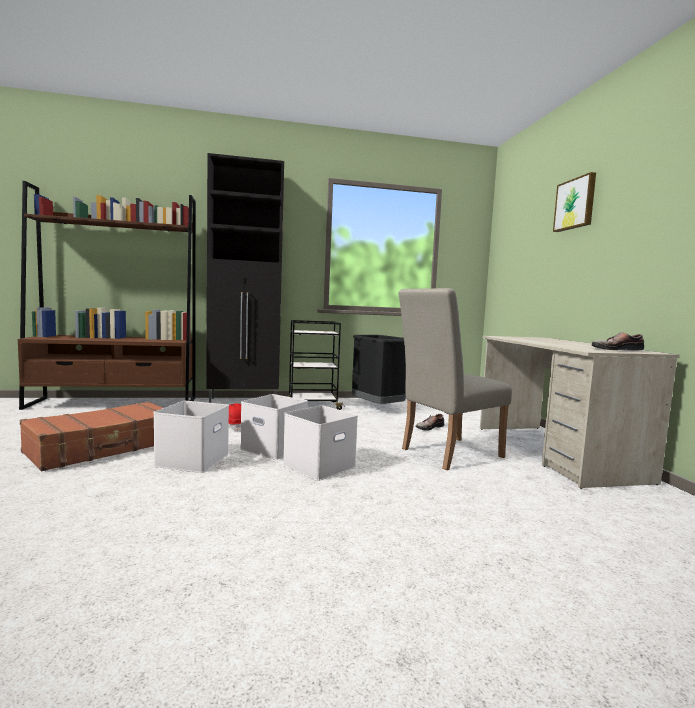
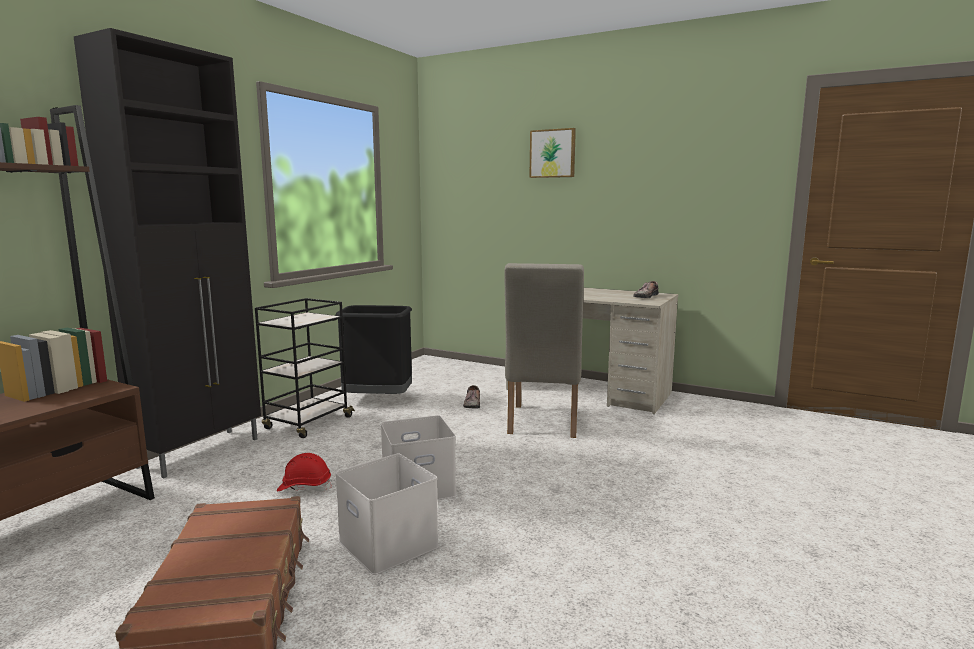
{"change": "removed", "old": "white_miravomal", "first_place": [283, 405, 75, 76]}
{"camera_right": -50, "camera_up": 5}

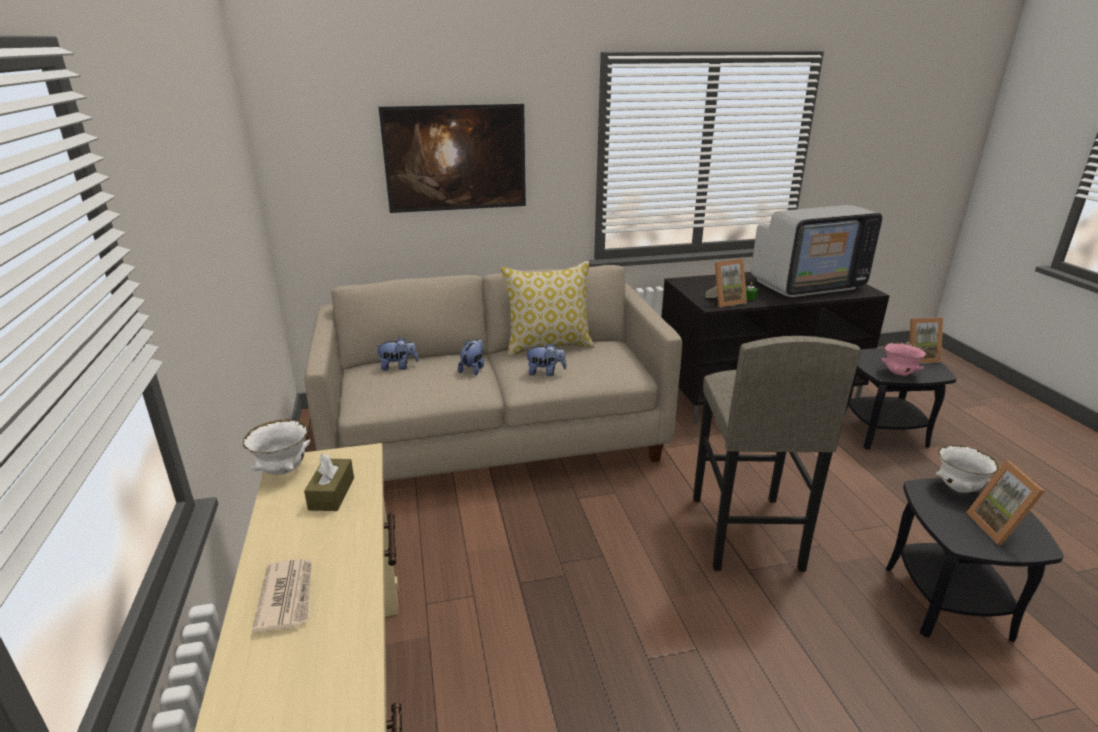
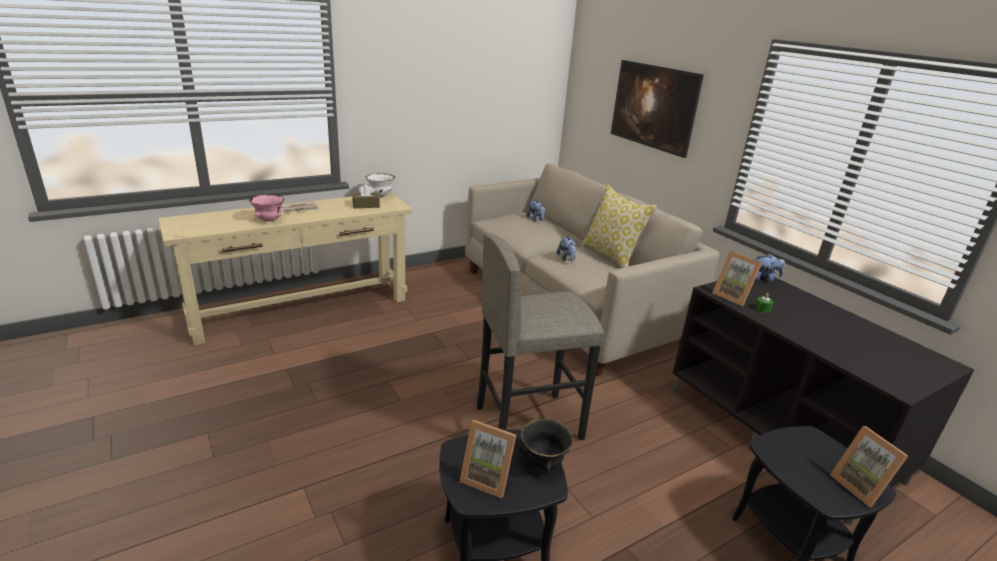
{"change": "moved", "old": "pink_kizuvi", "first_place": [881, 343, 46, 33], "second_place": [249, 194, 35, 28]}
{"change": "turned", "old": "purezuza", "first_place": [966, 460, 79, 85], "second_place": [459, 420, 57, 79], "degrees": -135}
{"change": "recoloured", "old": "white_kizuvi", "new": "black_kizuvi", "first_place": [936, 445, 65, 48], "second_place": [518, 419, 55, 53]}
{"change": "moved", "old": "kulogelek", "first_place": [458, 339, 26, 37], "second_place": [751, 253, 34, 30]}
{"change": "removed", "old": "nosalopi", "first_place": [751, 205, 131, 92]}
{"camera_right": 70, "camera_up": 0}

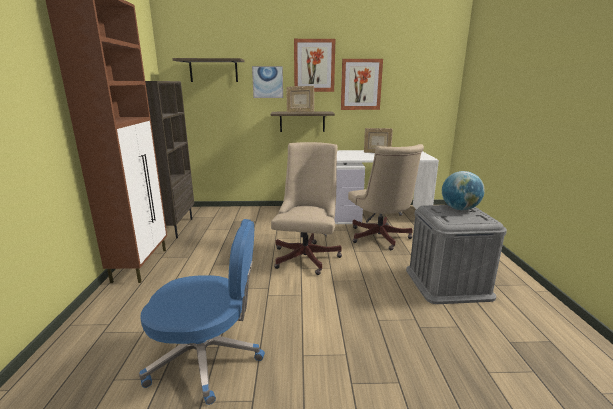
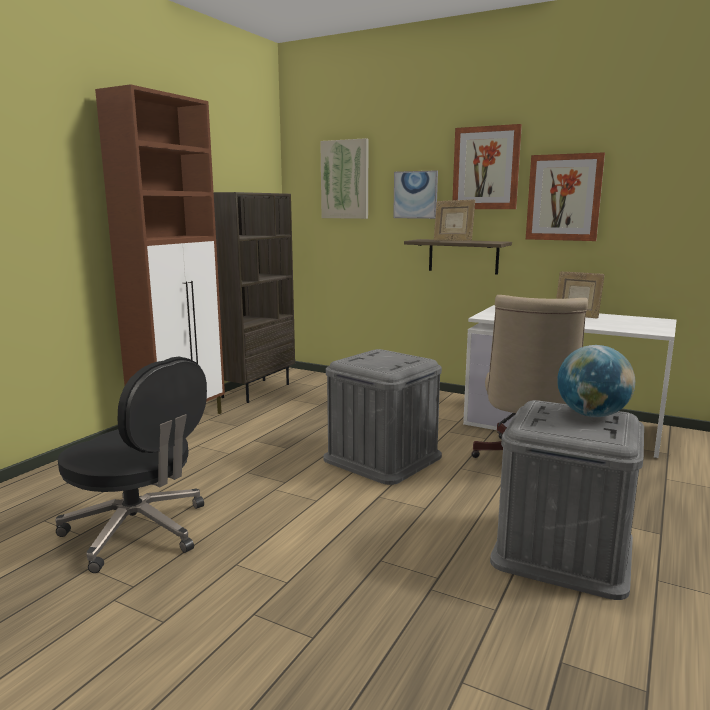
{"change": "recoloured", "old": "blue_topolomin", "new": "black_topolomin", "first_place": [139, 219, 126, 186], "second_place": [55, 357, 152, 216]}
{"change": "replaced", "old": "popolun", "new": "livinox", "first_place": [172, 58, 73, 24], "second_place": [320, 138, 49, 81]}
{"change": "replaced", "old": "beige_topolomin", "new": "grey_miravomal", "first_place": [271, 142, 71, 133], "second_place": [323, 349, 119, 136]}
{"camera_right": 30, "camera_up": -5}

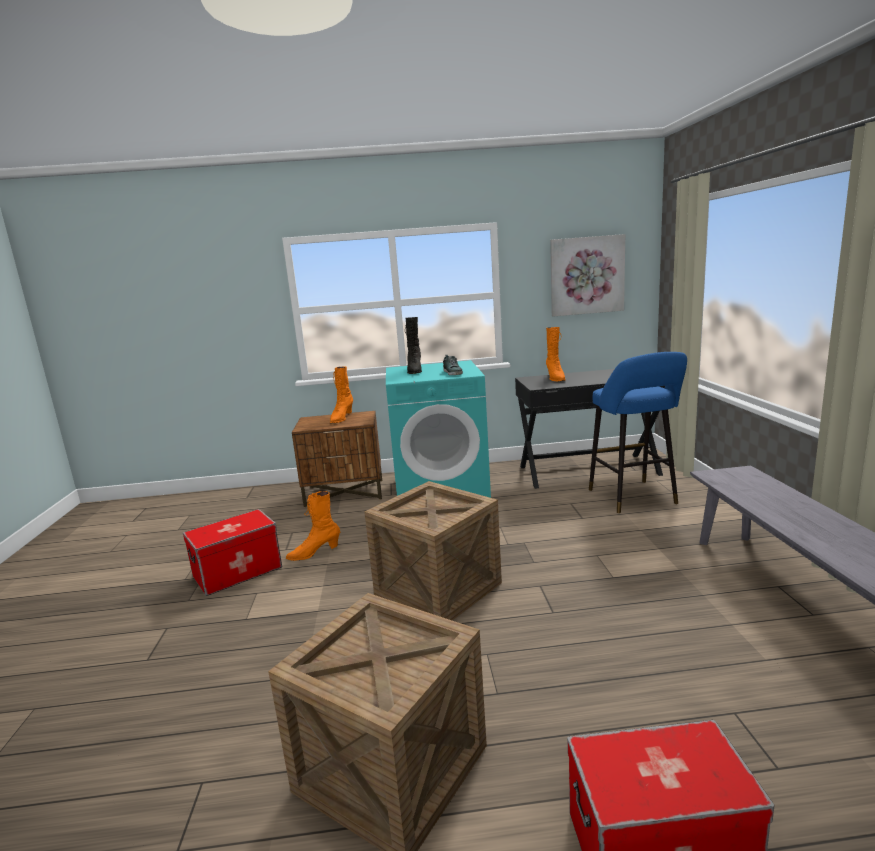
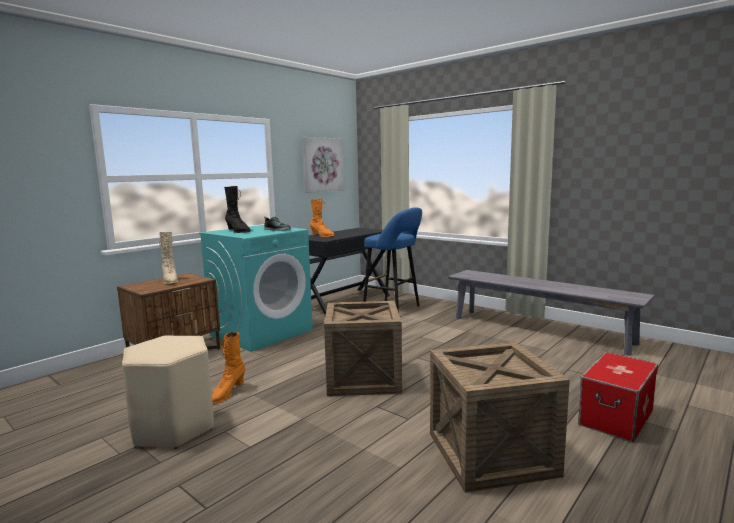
{"change": "replaced", "old": "miravomal", "new": "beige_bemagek", "first_place": [183, 509, 99, 87], "second_place": [122, 335, 92, 114]}
{"change": "recoloured", "old": "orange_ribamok", "new": "beige_ribamok", "first_place": [330, 367, 23, 56], "second_place": [159, 232, 19, 52]}
{"camera_right": -45, "camera_up": -5}

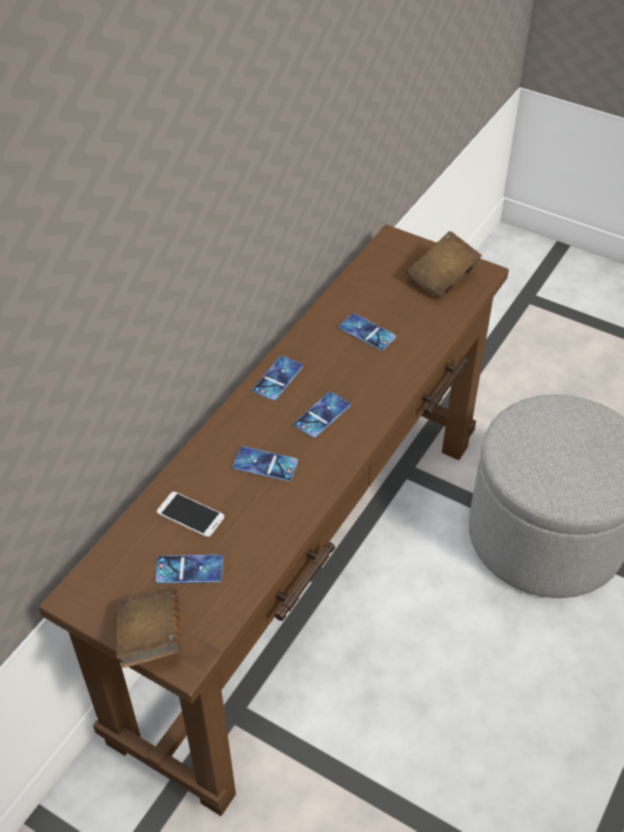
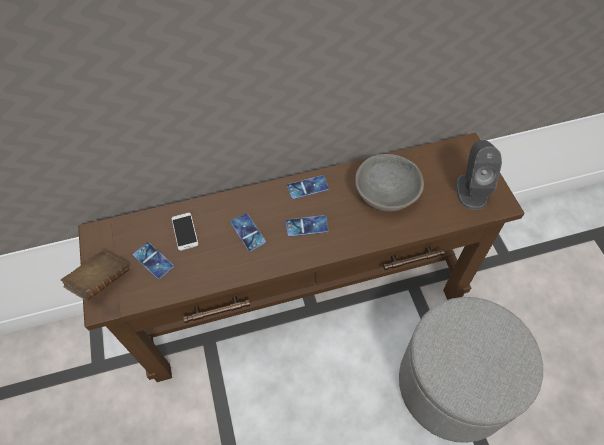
{"change": "replaced", "old": "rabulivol", "new": "grey_kizuvi", "first_place": [339, 313, 57, 38], "second_place": [355, 154, 69, 58]}
{"change": "replaced", "old": "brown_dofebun", "new": "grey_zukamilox", "first_place": [407, 231, 75, 68], "second_place": [456, 140, 46, 70]}
{"camera_right": 45, "camera_up": 10}

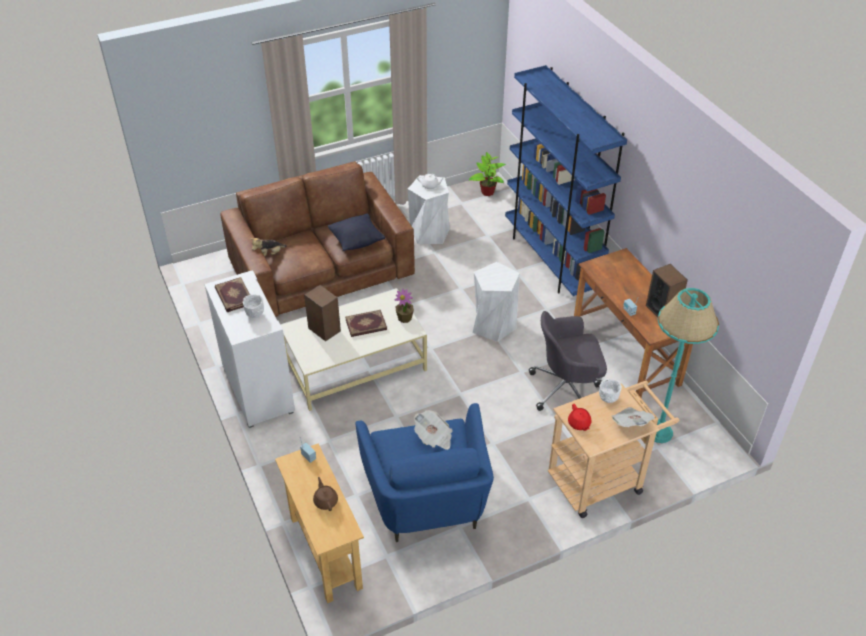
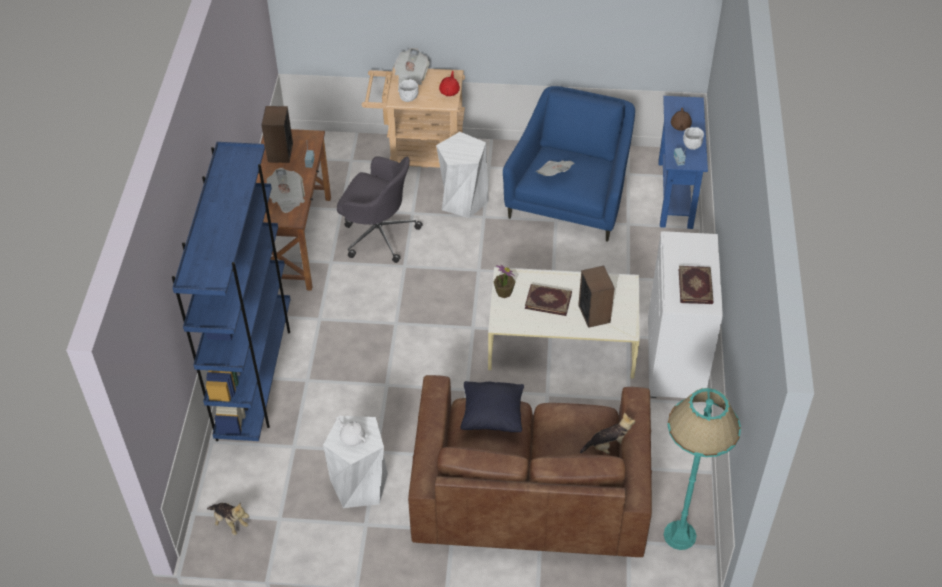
{"change": "replaced", "old": "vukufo", "new": "kulogelek", "first_place": [469, 152, 37, 44], "second_place": [207, 502, 42, 33]}
{"change": "added", "new": "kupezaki", "second_place": [267, 168, 38, 45]}
{"change": "moved", "old": "white_bemagek", "first_place": [472, 262, 48, 80], "second_place": [436, 132, 53, 86]}
{"change": "recoloured", "old": "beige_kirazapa", "new": "blue_kirazapa", "first_place": [275, 443, 89, 160], "second_place": [658, 96, 50, 133]}
{"change": "moved", "old": "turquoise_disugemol", "first_place": [654, 288, 65, 155], "second_place": [664, 388, 77, 162]}
{"change": "moved", "old": "white_kizuvi", "first_place": [243, 294, 21, 24], "second_place": [683, 127, 21, 23]}
{"camera_right": -150, "camera_up": 5}

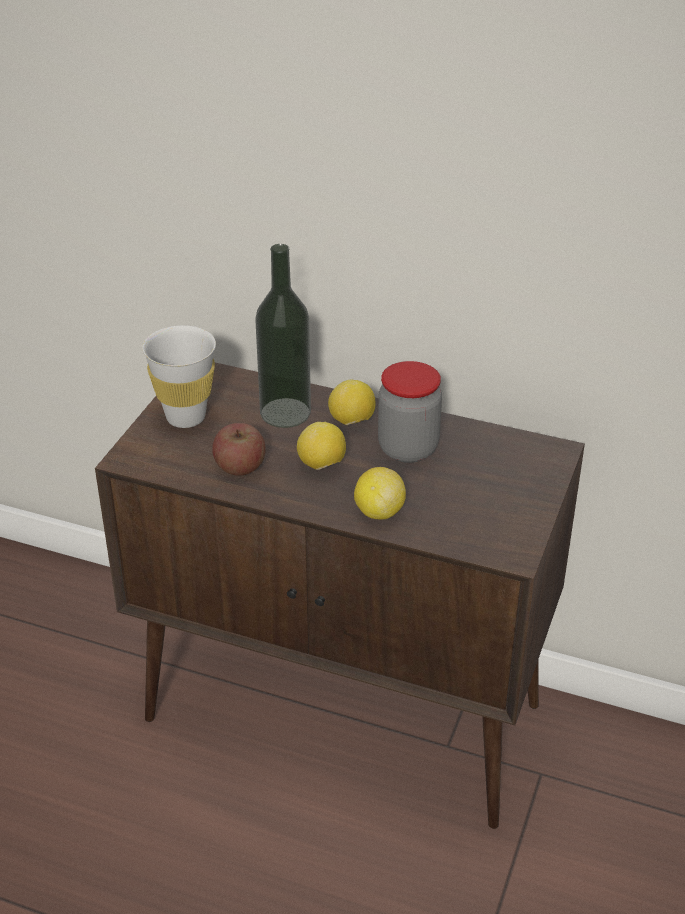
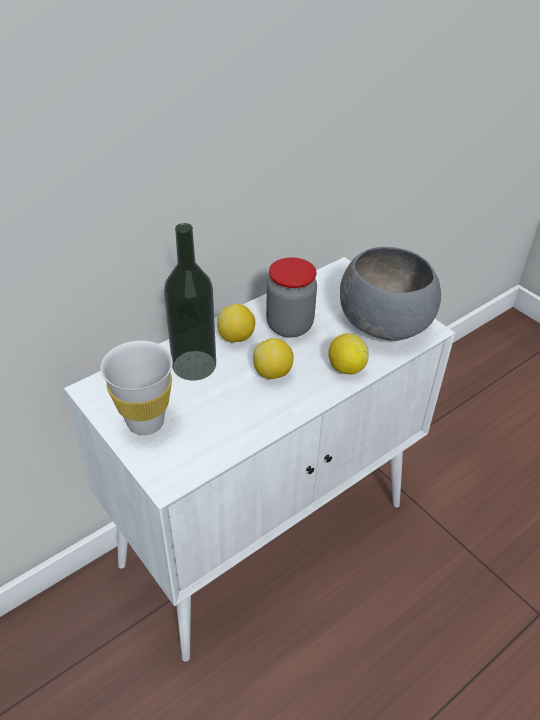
{"change": "recoloured", "old": "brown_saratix", "new": "white_saratix", "first_place": [95, 363, 490, 466], "second_place": [64, 257, 391, 405]}
{"change": "added", "new": "grey_kizuvi", "second_place": [340, 247, 101, 94]}
{"change": "removed", "old": "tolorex", "first_place": [212, 423, 54, 53]}
{"camera_right": -60, "camera_up": 5}

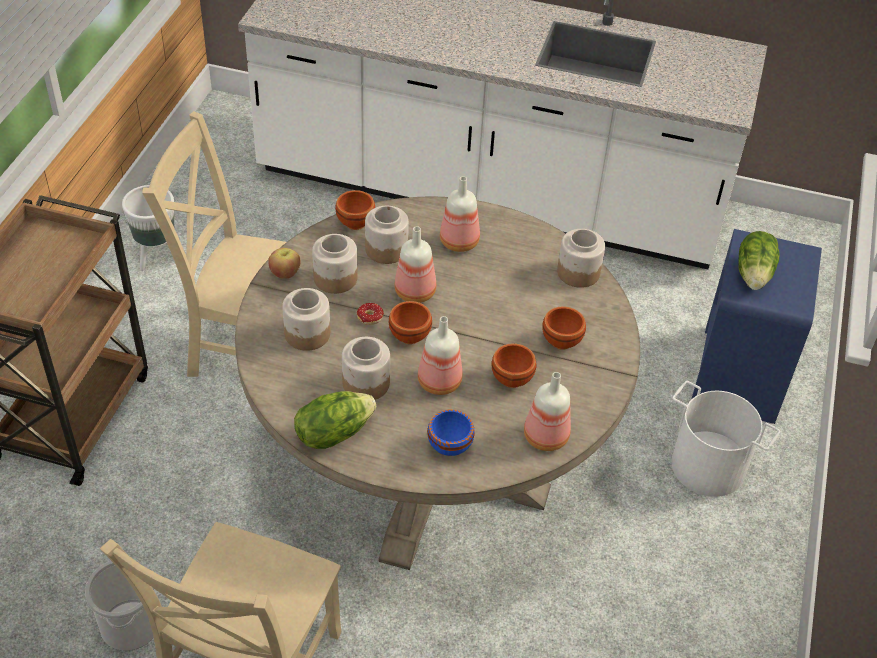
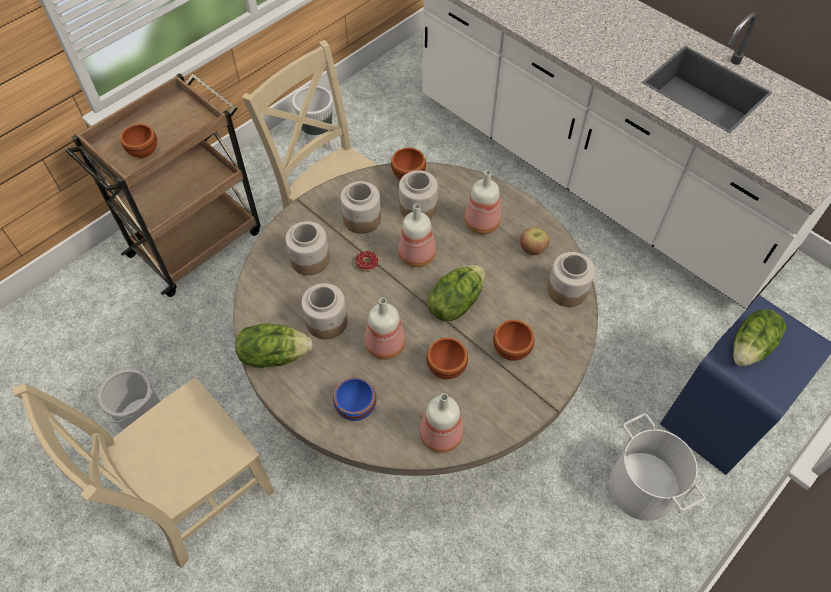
{"change": "moved", "old": "brown_kizuvi", "first_place": [389, 301, 43, 43], "second_place": [121, 124, 36, 34]}
{"change": "added", "new": "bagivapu", "second_place": [427, 265, 58, 56]}
{"change": "moved", "old": "tolorex", "first_place": [268, 248, 33, 31], "second_place": [520, 227, 29, 28]}
{"camera_right": 30, "camera_up": 10}

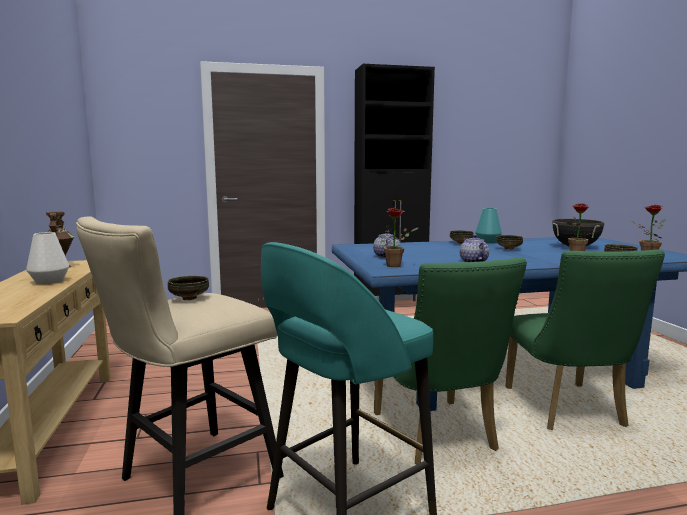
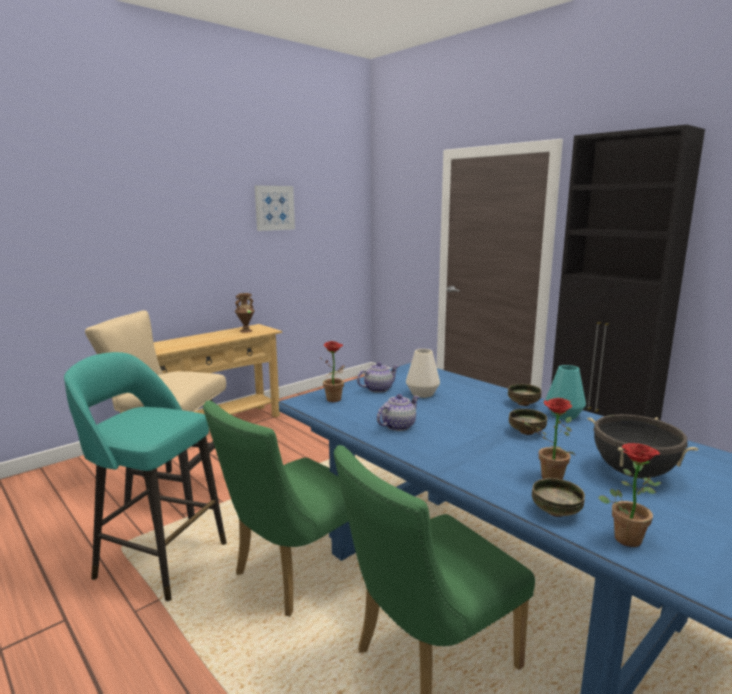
{"change": "added", "new": "livinox", "second_place": [255, 186, 40, 45]}
{"change": "moved", "old": "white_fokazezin", "first_place": [26, 232, 43, 52], "second_place": [406, 349, 34, 49]}
{"change": "removed", "old": "kizuvi", "first_place": [168, 276, 41, 24]}
{"camera_right": 60, "camera_up": 5}

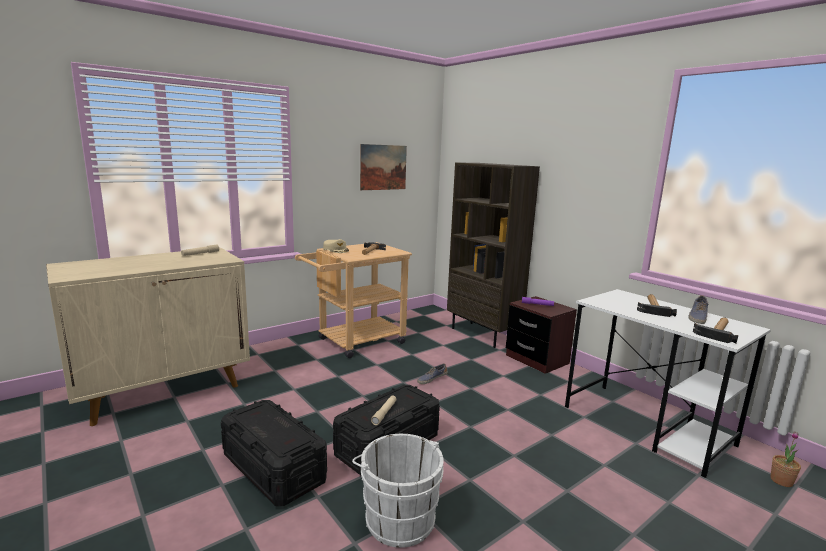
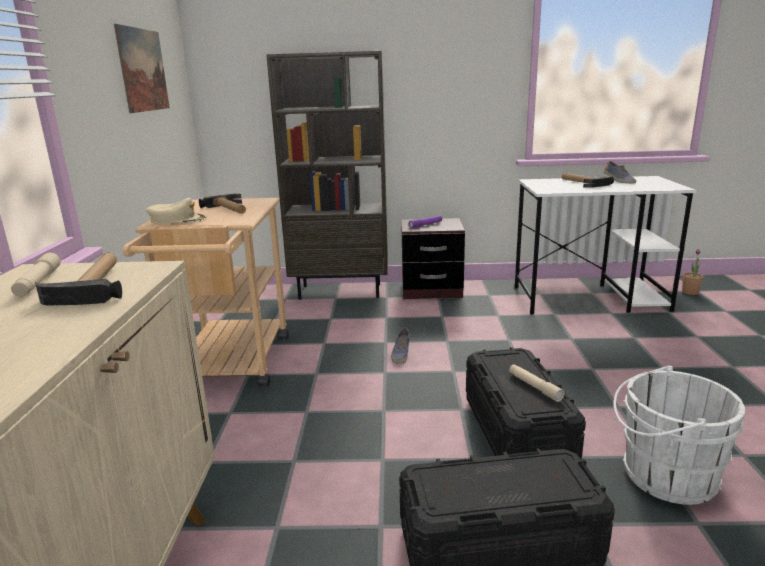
{"change": "moved", "old": "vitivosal", "first_place": [693, 317, 45, 27], "second_place": [35, 253, 87, 53]}
{"camera_right": -50, "camera_up": 5}

